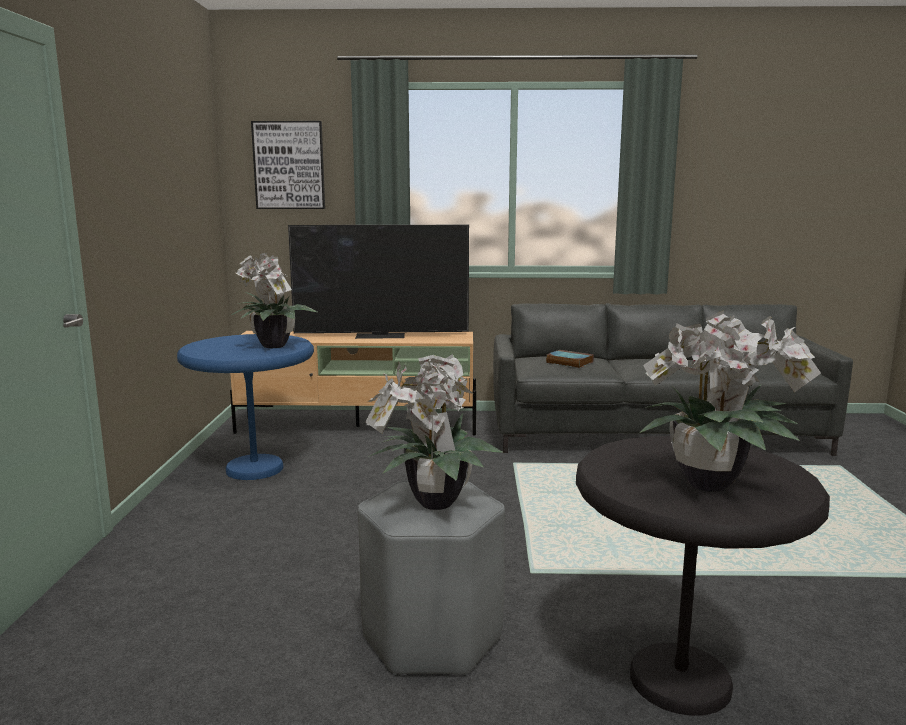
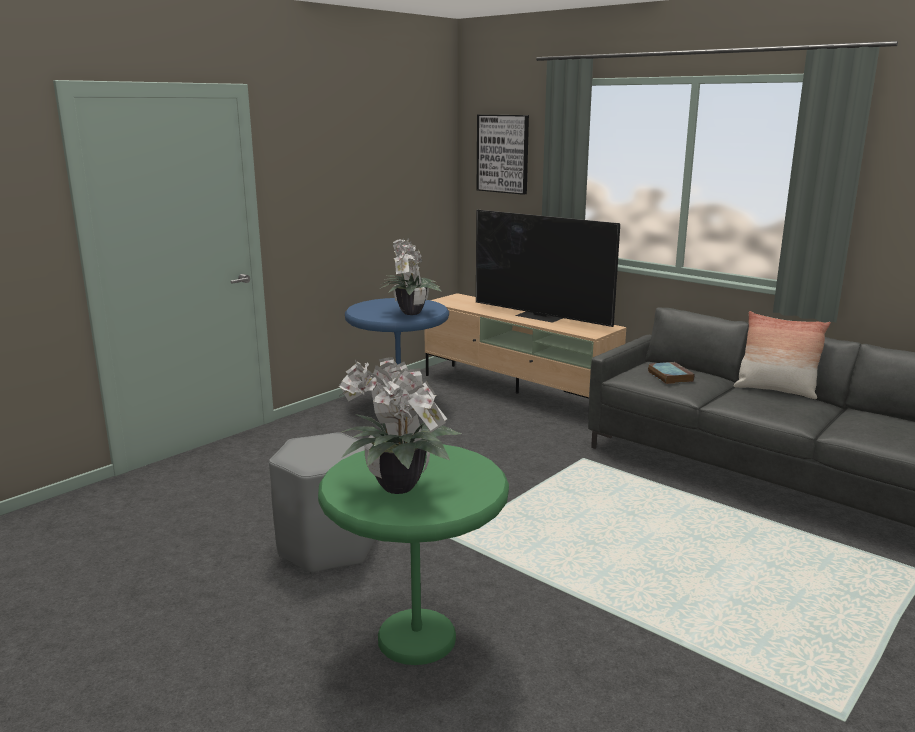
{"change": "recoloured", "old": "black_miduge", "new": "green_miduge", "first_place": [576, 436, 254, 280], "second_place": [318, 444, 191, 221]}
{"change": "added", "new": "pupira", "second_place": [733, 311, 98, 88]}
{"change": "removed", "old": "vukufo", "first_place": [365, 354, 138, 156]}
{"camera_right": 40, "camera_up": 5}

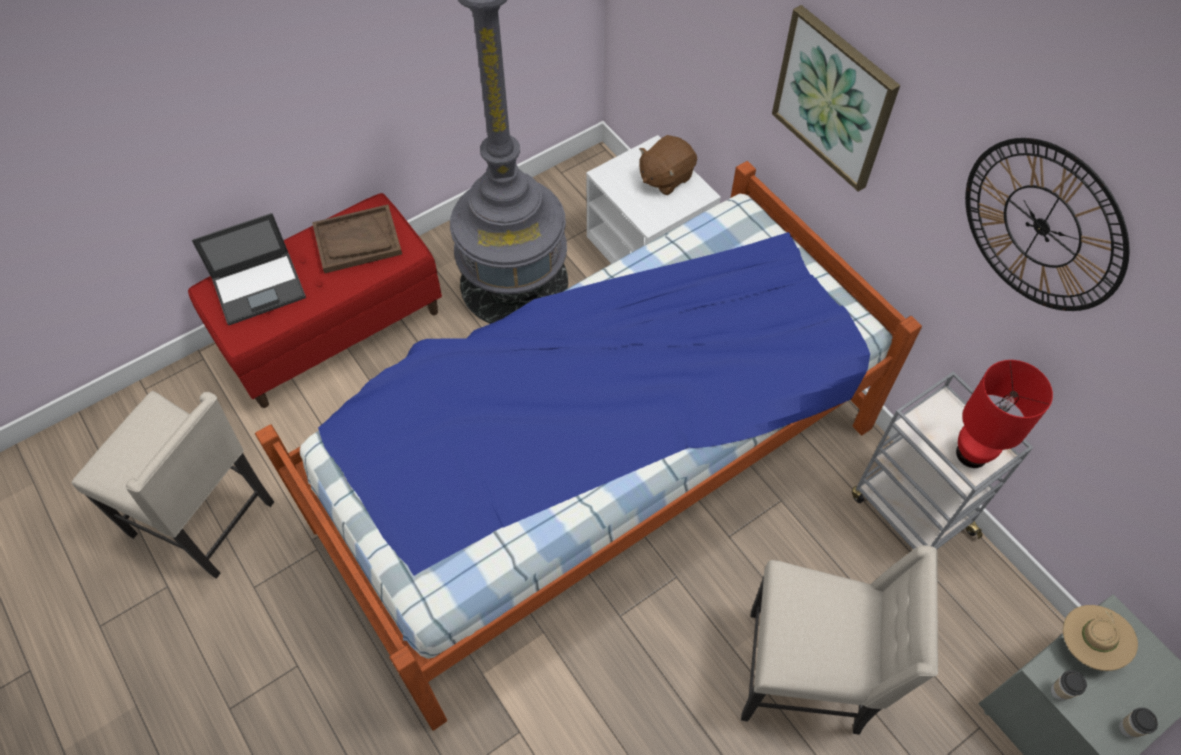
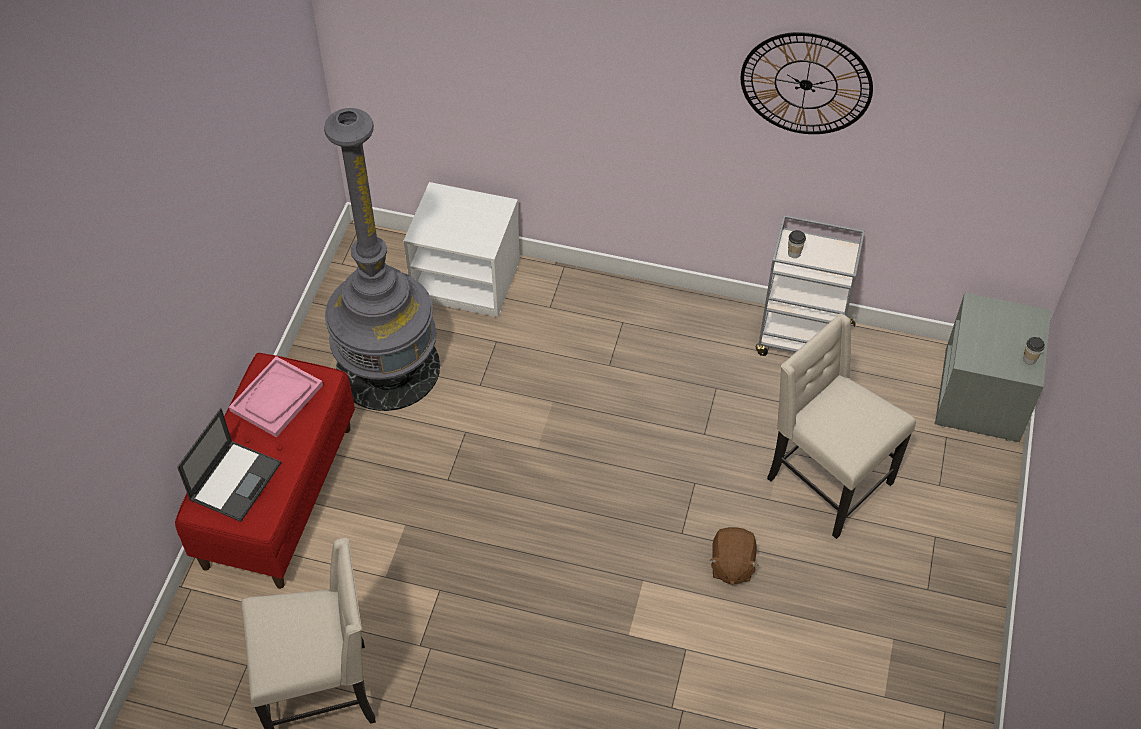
{"change": "recoloured", "old": "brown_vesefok", "new": "pink_vesefok", "first_place": [312, 204, 90, 69], "second_place": [229, 356, 94, 81]}
{"change": "moved", "old": "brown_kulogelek", "first_place": [639, 135, 58, 60], "second_place": [710, 527, 49, 59]}
{"change": "turned", "old": "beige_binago", "first_place": [741, 545, 197, 190], "second_place": [767, 313, 149, 226], "degrees": -105}
{"change": "moved", "old": "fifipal", "first_place": [1051, 670, 36, 31], "second_place": [788, 230, 18, 28]}
{"change": "removed", "old": "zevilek", "first_place": [255, 161, 667, 569]}
{"change": "removed", "old": "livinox", "first_place": [772, 5, 128, 187]}
{"change": "removed", "old": "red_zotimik", "first_place": [956, 360, 97, 108]}
{"change": "removed", "old": "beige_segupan", "first_place": [1063, 605, 75, 66]}
{"camera_right": -40, "camera_up": -5}

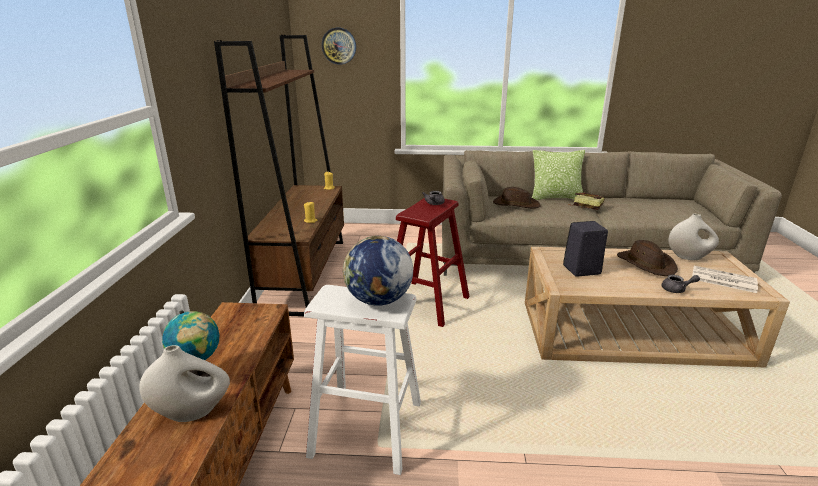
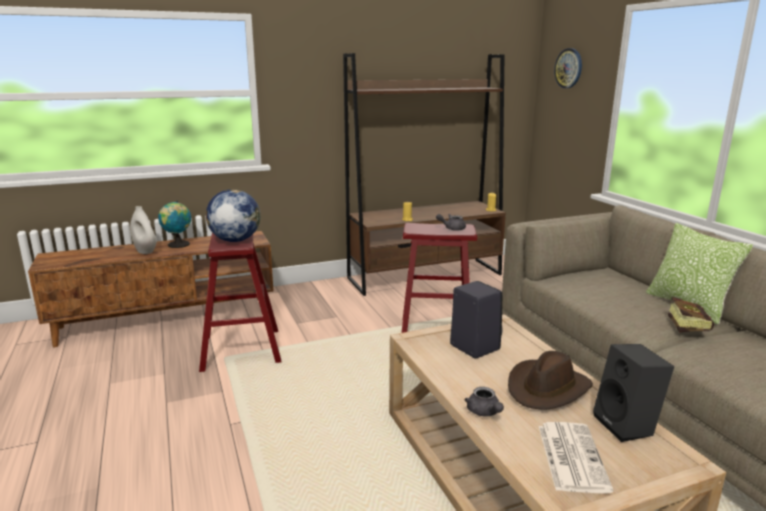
{"change": "recoloured", "old": "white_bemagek", "new": "red_bemagek", "first_place": [304, 285, 117, 190], "second_place": [199, 233, 82, 139]}
{"change": "replaced", "old": "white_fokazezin", "new": "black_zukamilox", "first_place": [668, 214, 51, 46], "second_place": [593, 344, 81, 98]}
{"change": "removed", "old": "brown_segupan", "first_place": [493, 187, 47, 22]}
{"camera_right": 65, "camera_up": -5}

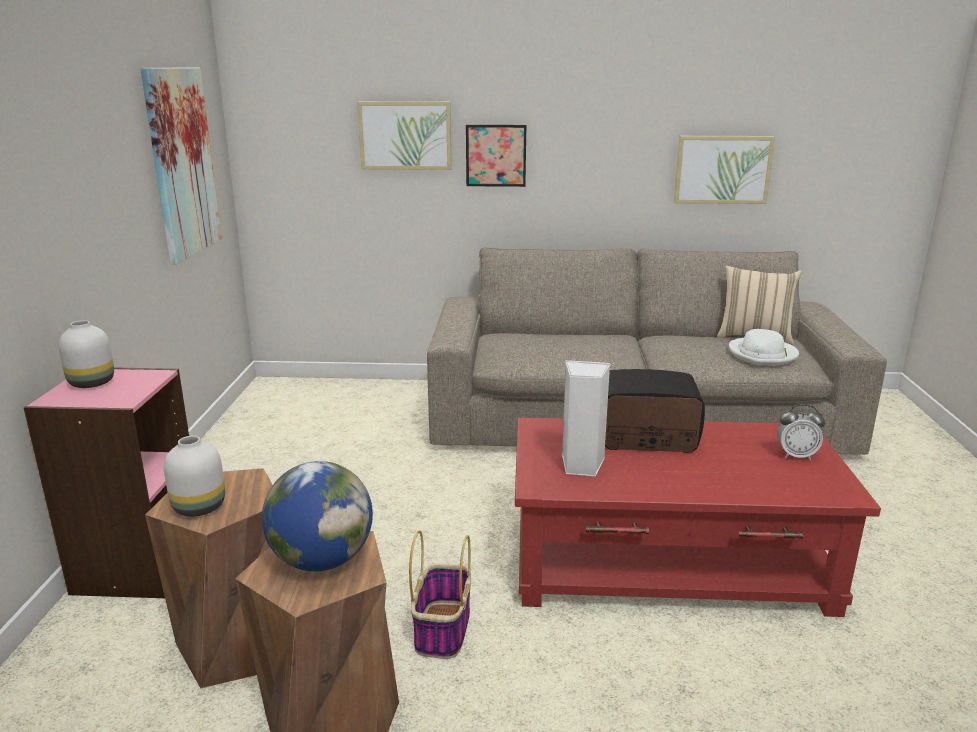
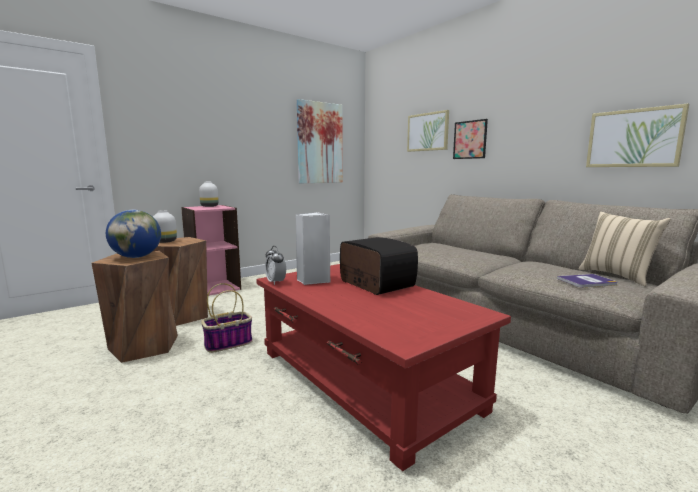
{"change": "moved", "old": "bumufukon", "first_place": [777, 404, 48, 56], "second_place": [265, 246, 21, 39]}
{"change": "replaced", "old": "white_segupan", "new": "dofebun", "first_place": [729, 329, 70, 36], "second_place": [557, 274, 60, 14]}
{"camera_right": 50, "camera_up": -10}

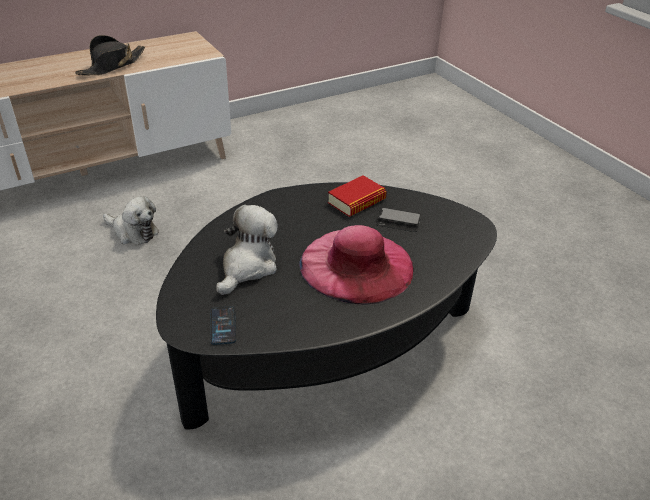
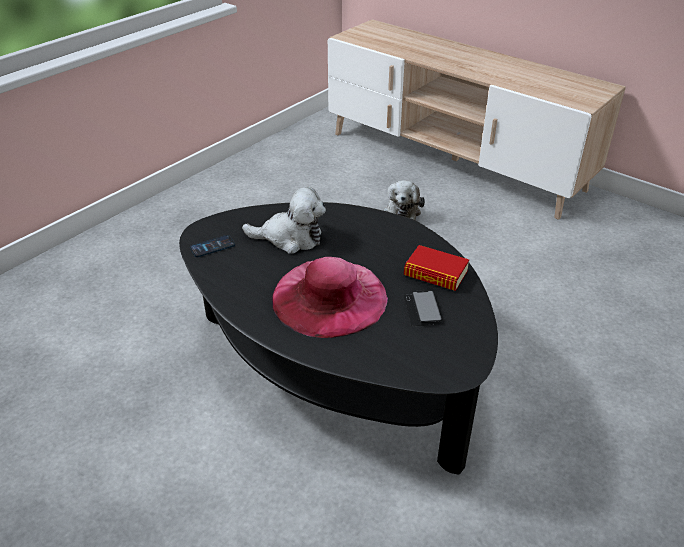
{"change": "removed", "old": "black_segupan", "first_place": [75, 35, 70, 40]}
{"camera_right": 70, "camera_up": 0}

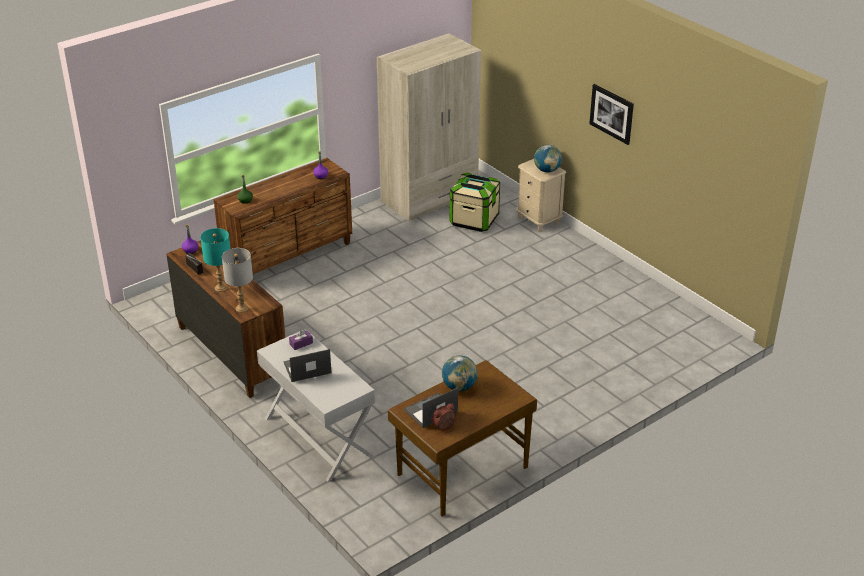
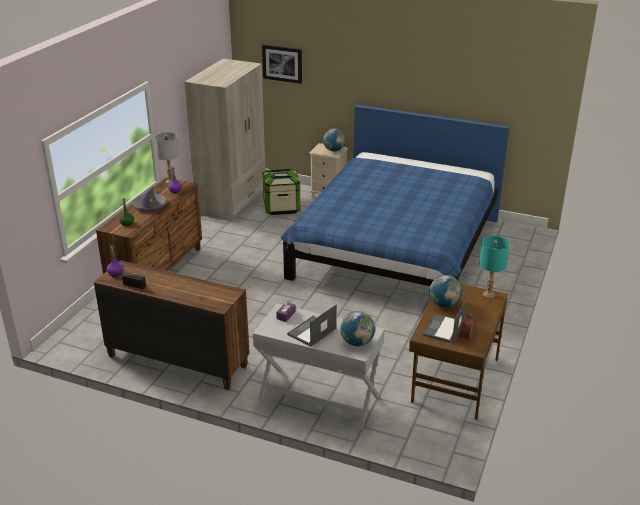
{"change": "added", "new": "grey_segupan", "second_place": [133, 187, 34, 25]}
{"change": "moved", "old": "grey_zotimik", "first_place": [222, 248, 31, 65], "second_place": [155, 132, 24, 52]}
{"change": "moved", "old": "livinox", "first_place": [589, 84, 45, 61], "second_place": [262, 45, 40, 39]}
{"change": "added", "new": "blue_zevilek", "second_place": [281, 105, 229, 181]}
{"change": "added", "new": "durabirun", "second_place": [340, 311, 35, 35]}
{"change": "moved", "old": "turquoise_zotimik", "first_place": [200, 228, 30, 64], "second_place": [479, 236, 31, 62]}
{"camera_right": -30, "camera_up": -5}

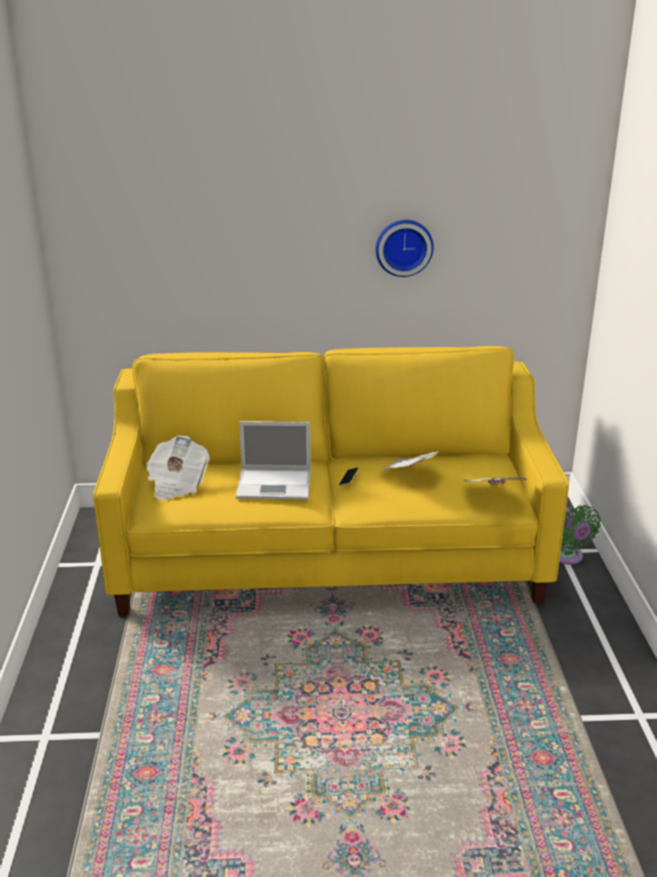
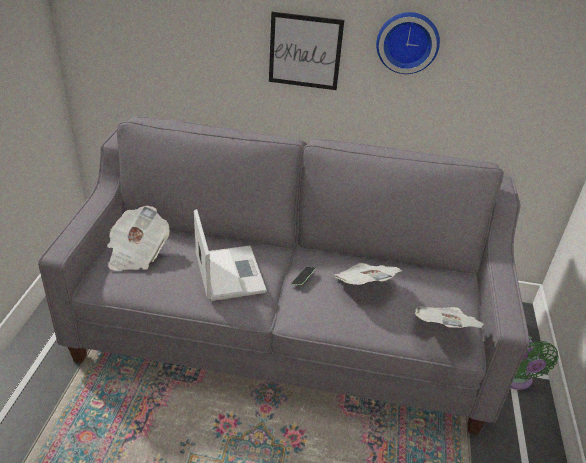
{"change": "recoloured", "old": "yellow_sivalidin", "new": "grey_sivalidin", "first_place": [93, 346, 476, 270], "second_place": [38, 116, 491, 319]}
{"change": "turned", "old": "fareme", "first_place": [236, 421, 75, 79], "second_place": [194, 209, 73, 92], "degrees": -120}
{"change": "added", "new": "livinox", "second_place": [269, 12, 75, 78]}
{"camera_right": 10, "camera_up": 10}

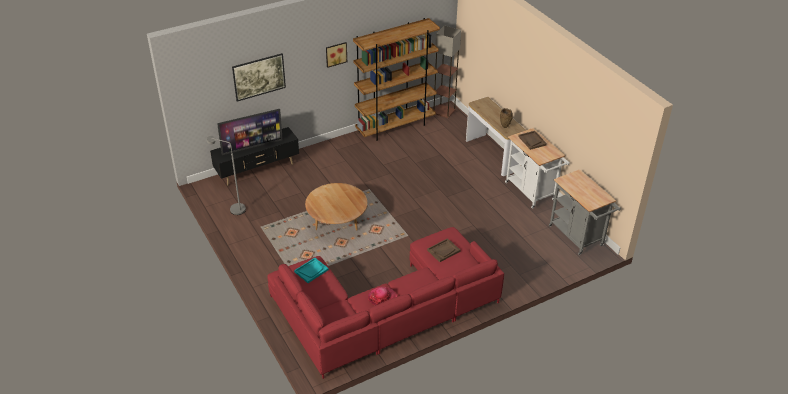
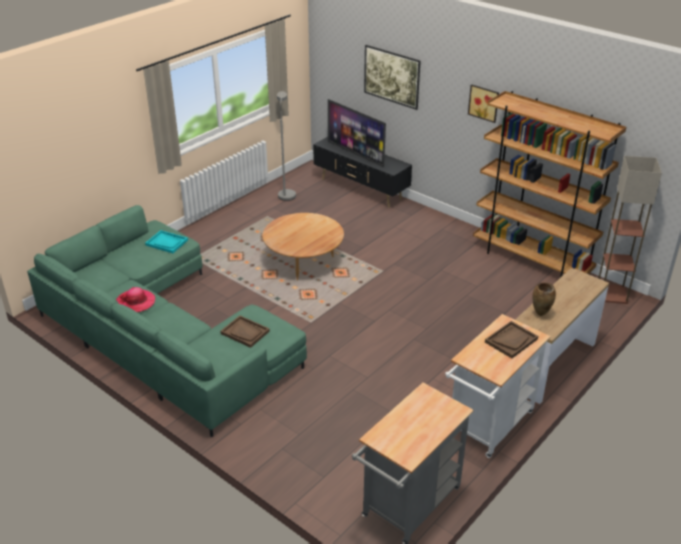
{"change": "recoloured", "old": "red_sivalidin", "new": "green_sivalidin", "first_place": [267, 227, 237, 152], "second_place": [27, 205, 280, 232]}
{"camera_right": 70, "camera_up": -5}

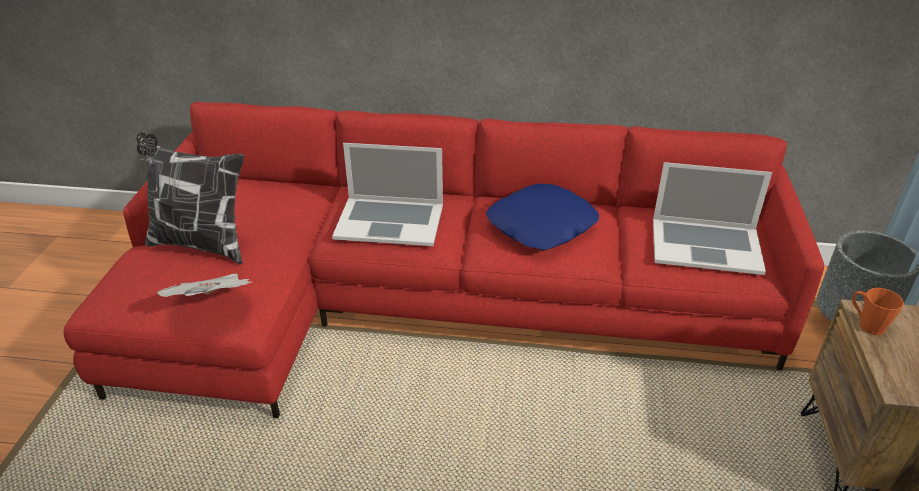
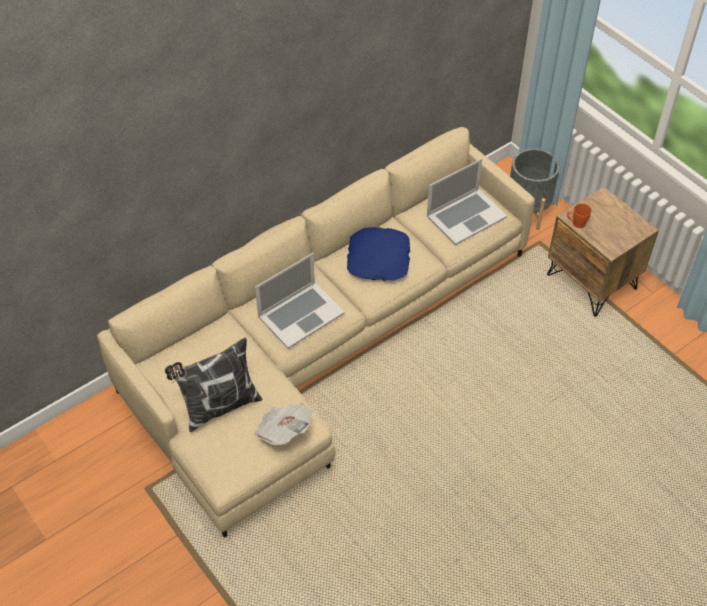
{"change": "recoloured", "old": "red_sivalidin", "new": "beige_sivalidin", "first_place": [64, 102, 760, 316], "second_place": [97, 127, 438, 411]}
{"camera_right": -45, "camera_up": 15}

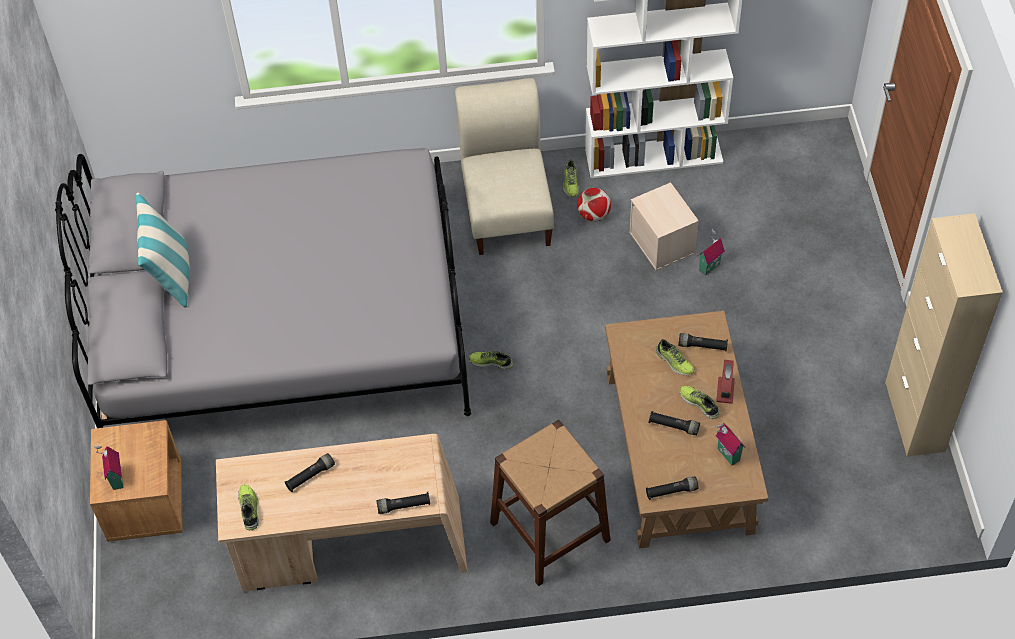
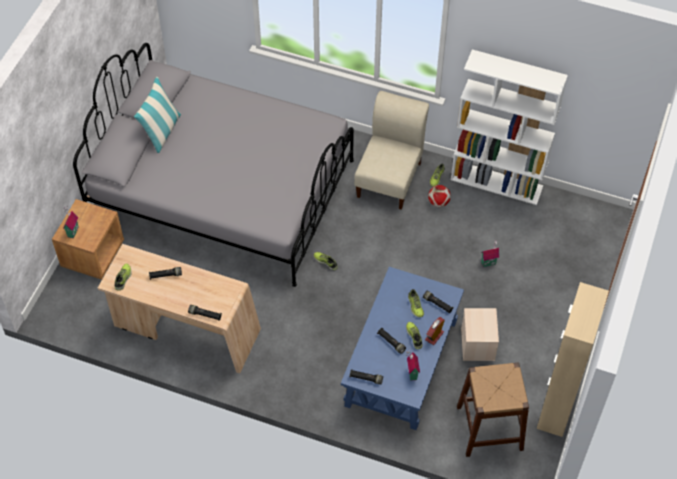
{"change": "recoloured", "old": "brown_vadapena", "new": "blue_vadapena", "first_place": [605, 311, 163, 237], "second_place": [341, 267, 123, 163]}
{"change": "moved", "old": "brown_bemagek", "first_place": [490, 420, 121, 166], "second_place": [457, 363, 72, 94]}
{"change": "moved", "old": "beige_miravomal", "first_place": [629, 182, 70, 88], "second_place": [461, 308, 38, 53]}
{"camera_right": 25, "camera_up": 0}

